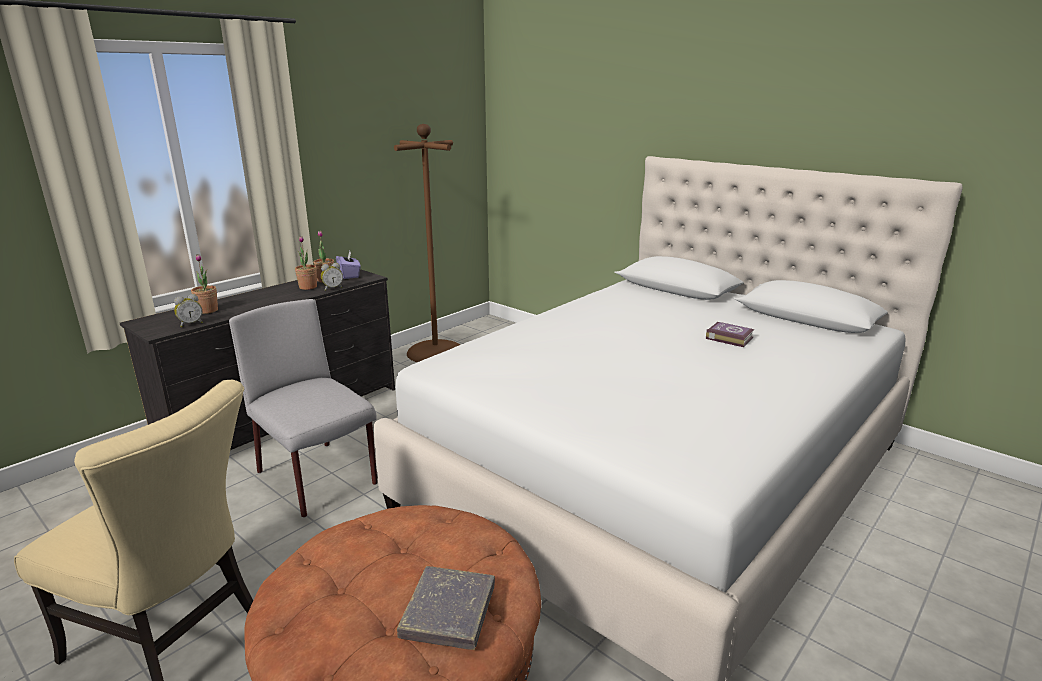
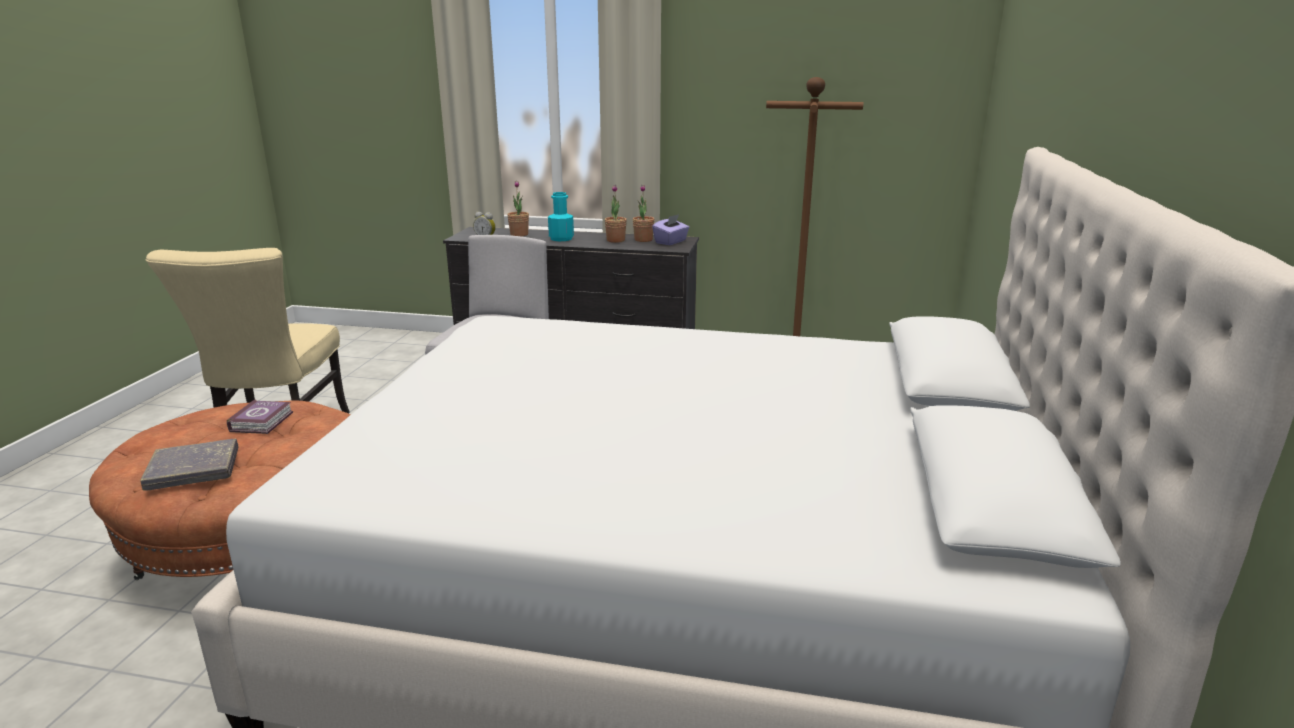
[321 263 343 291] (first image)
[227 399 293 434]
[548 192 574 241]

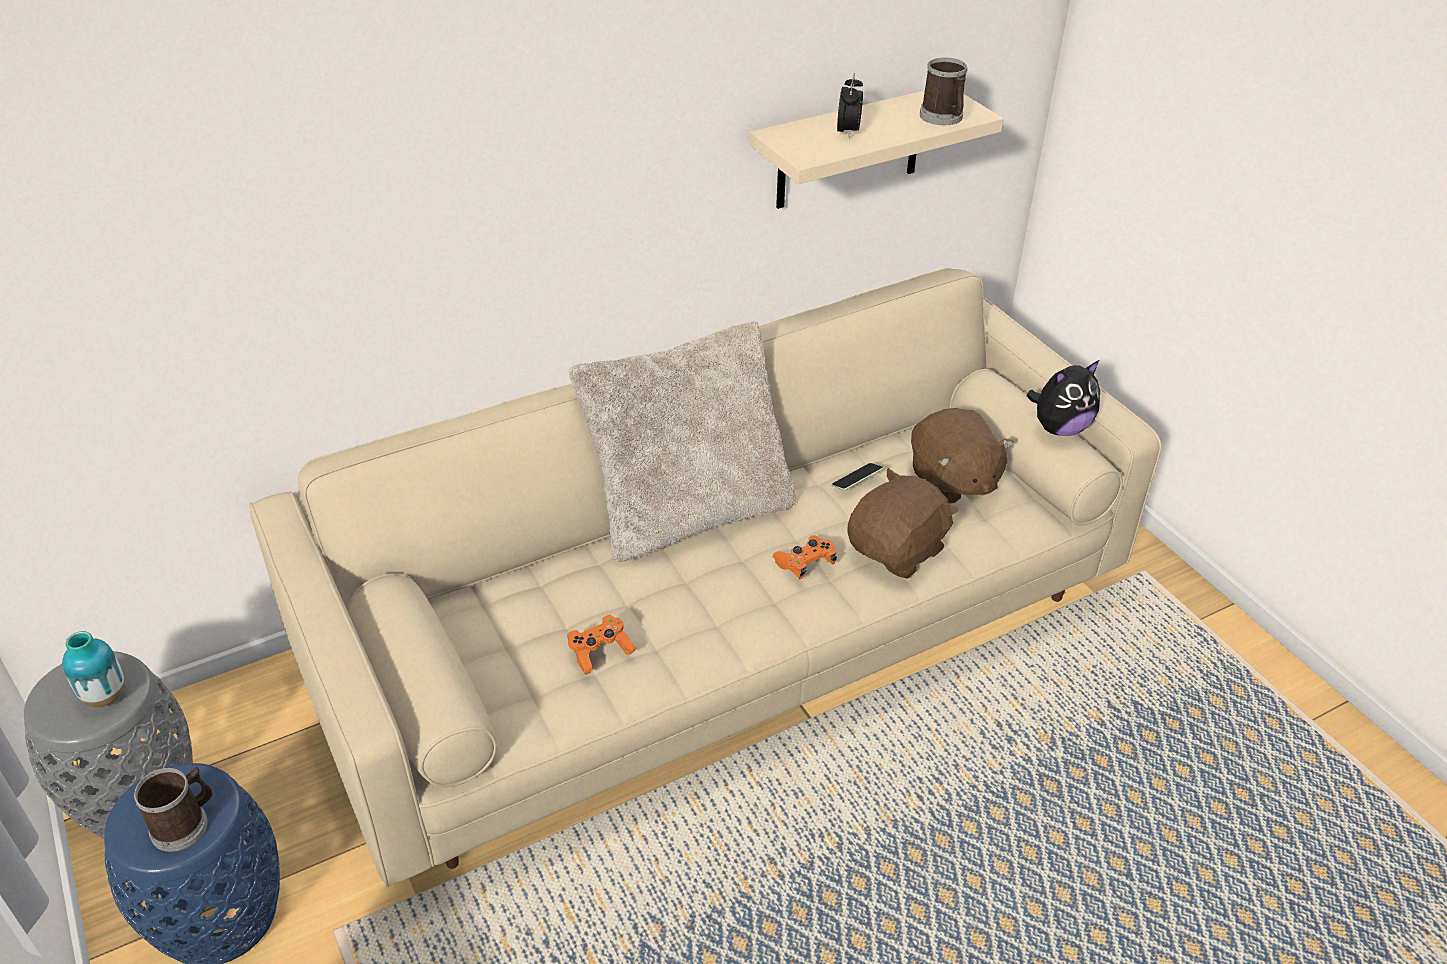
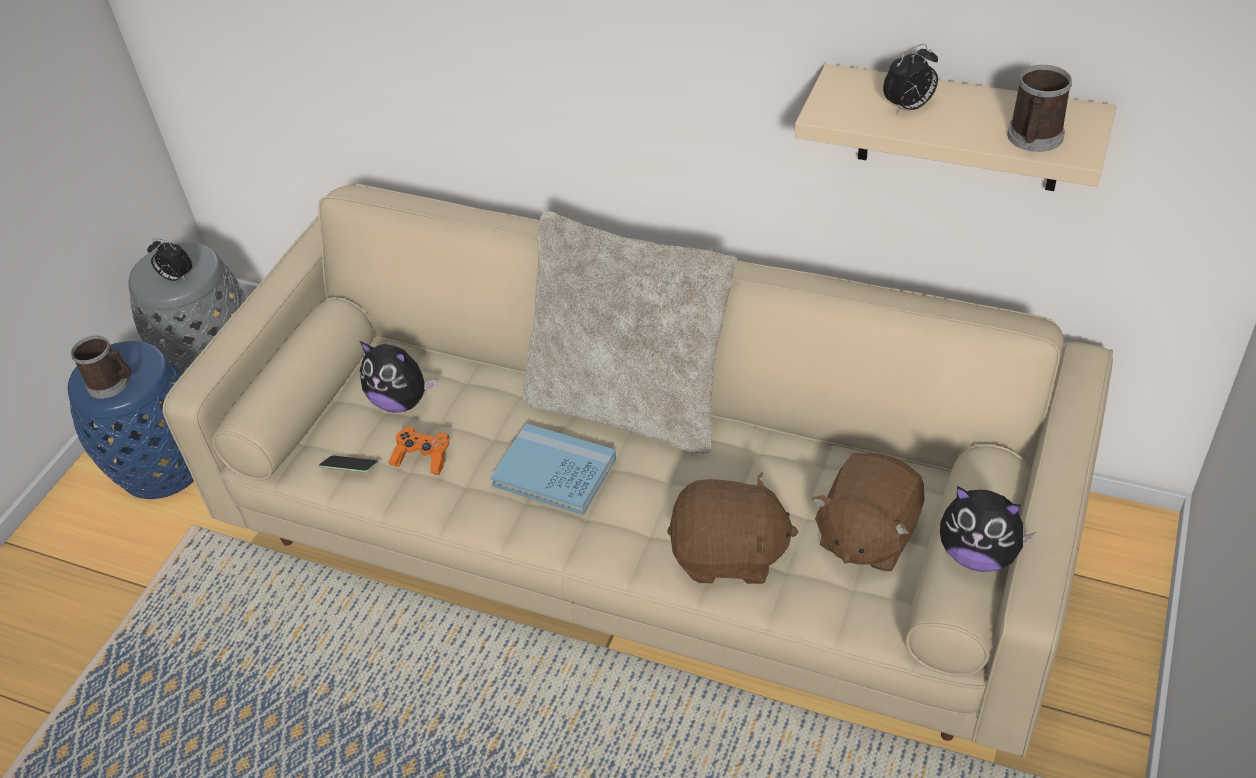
[147 238 192 281]
[773 535 837 580] (first image)
[318 455 379 472]
[360 341 437 413]
[490 424 616 515]

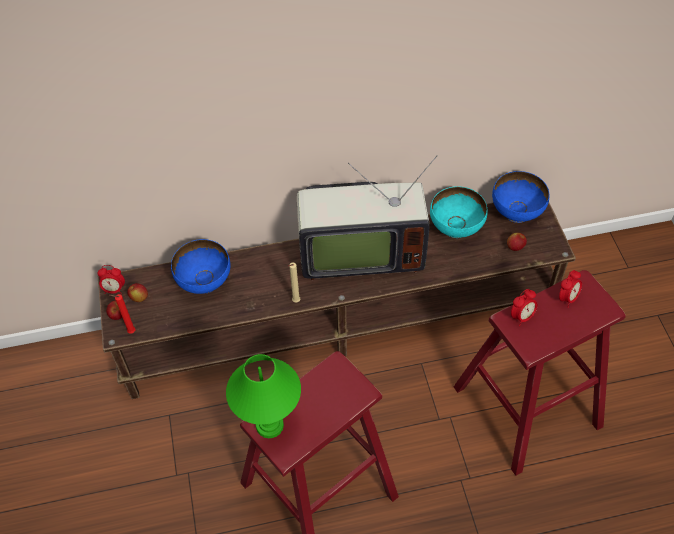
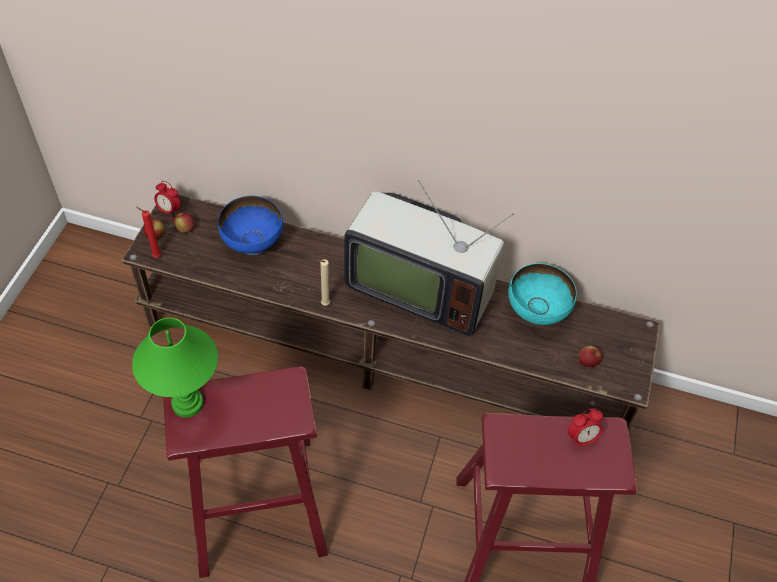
[492 171 550 223] (first image)
[511 289 538 326] (first image)

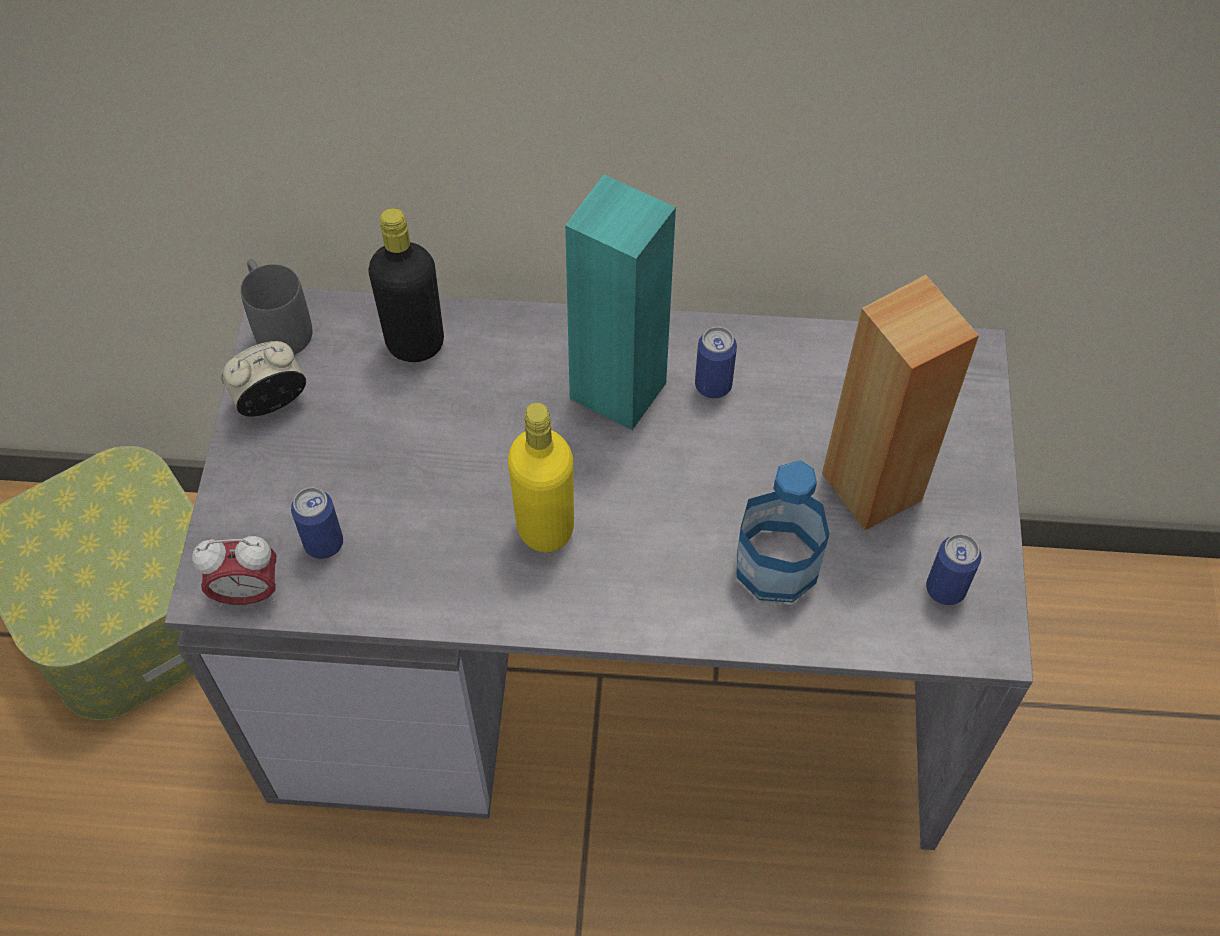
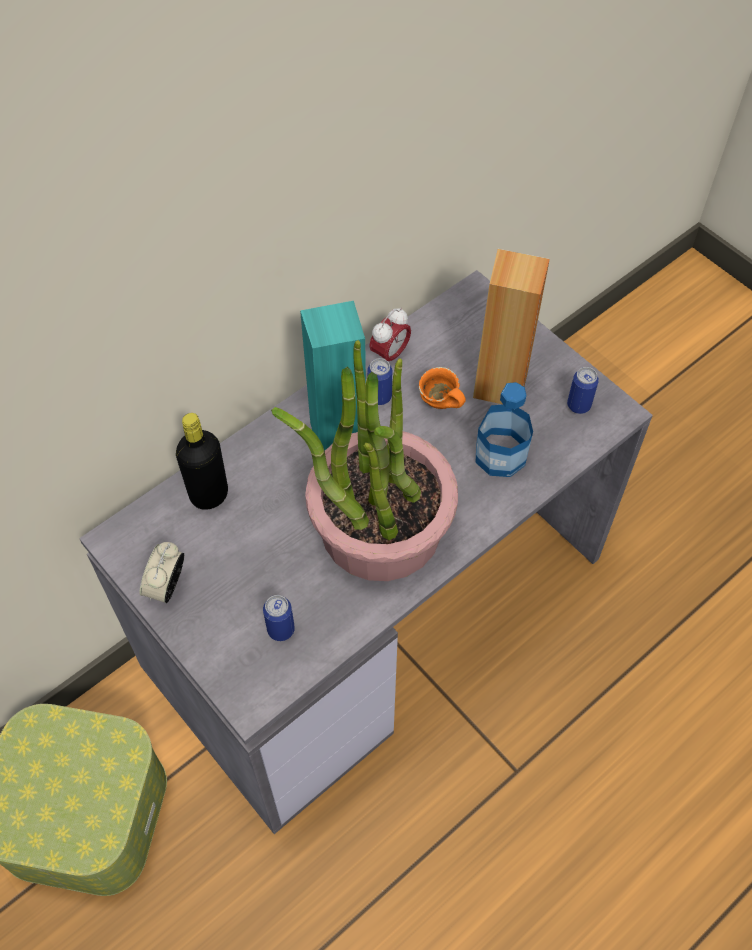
[369 308 411 361]
[240 259 313 355] (first image)
[271 340 458 581]
[419 367 466 409]

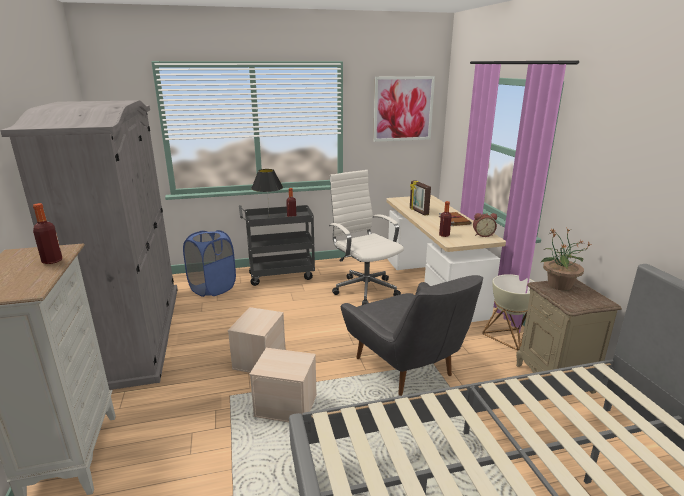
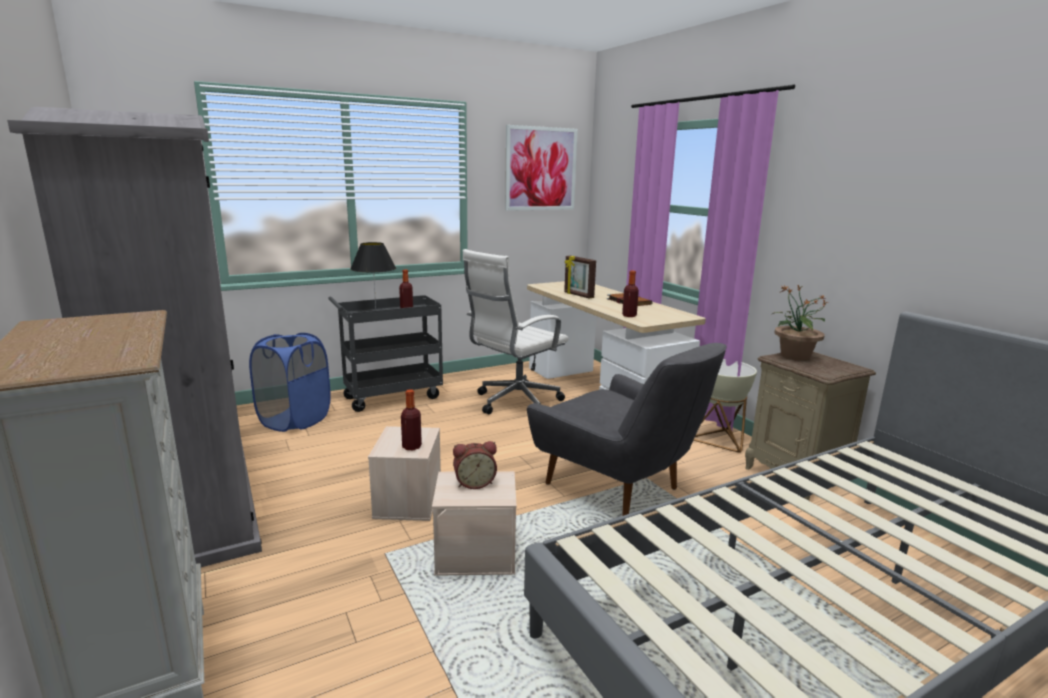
[401 389 422 450]
[463 249 569 414]
[453 441 497 489]

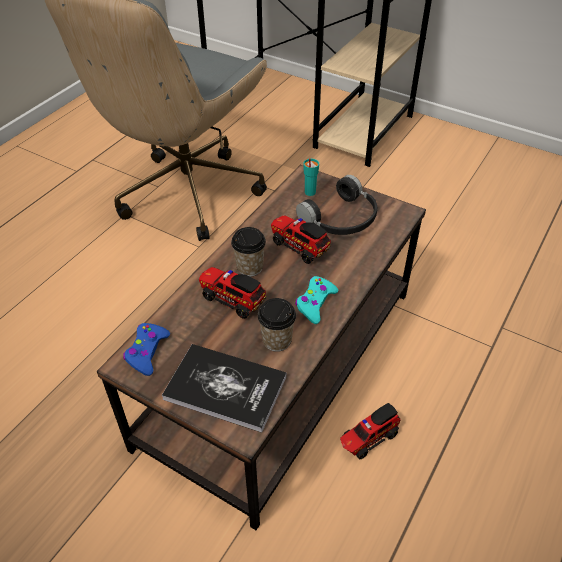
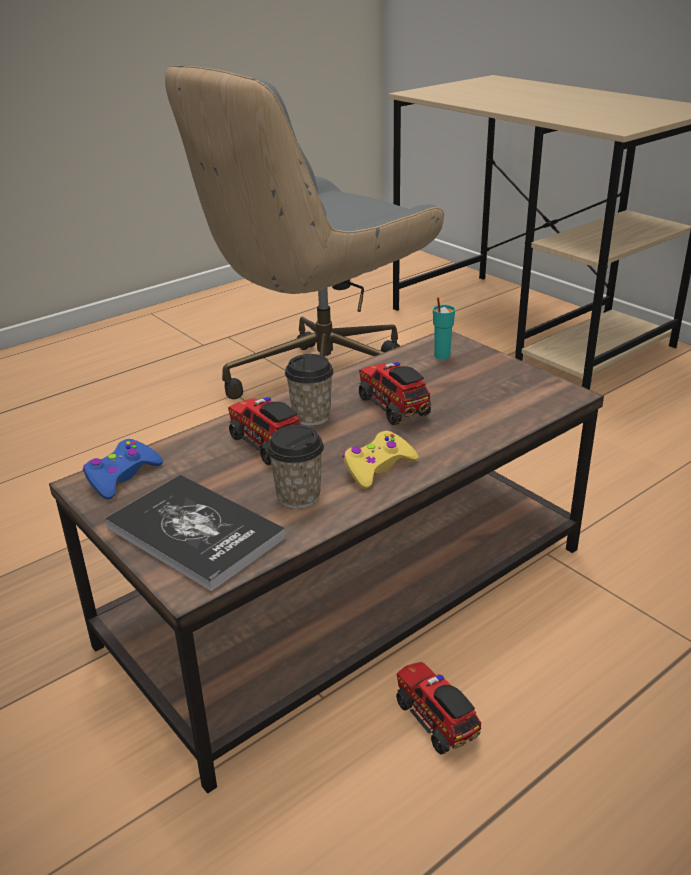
[342 431 418 489]
[296 175 377 235] (first image)
[396 662 481 755]

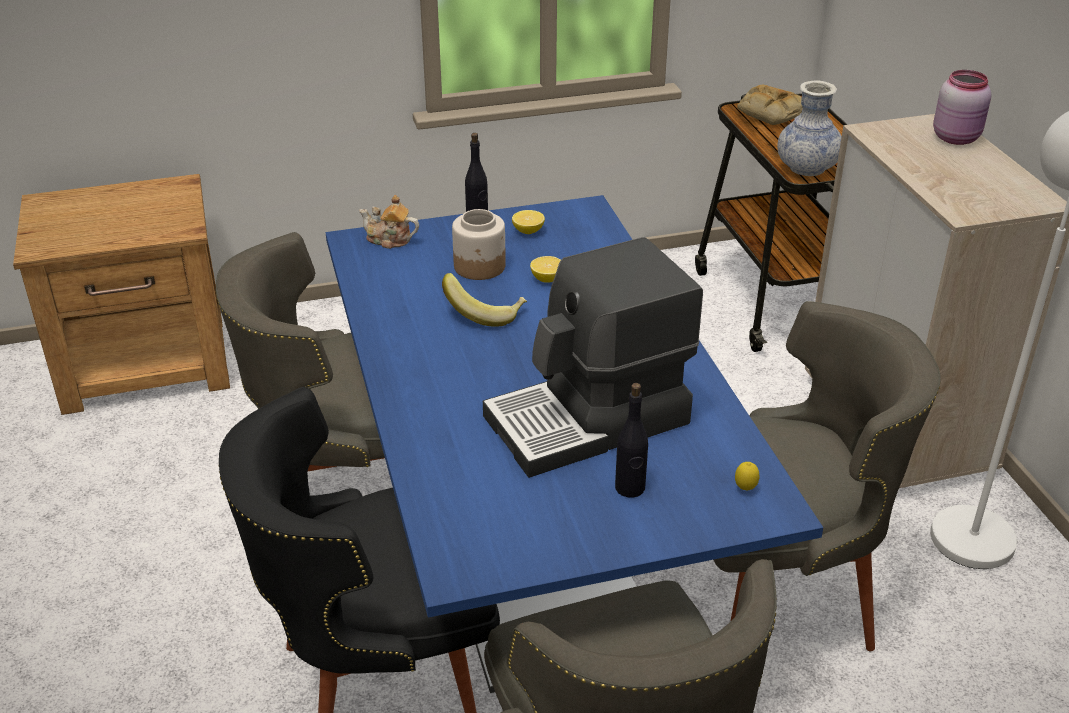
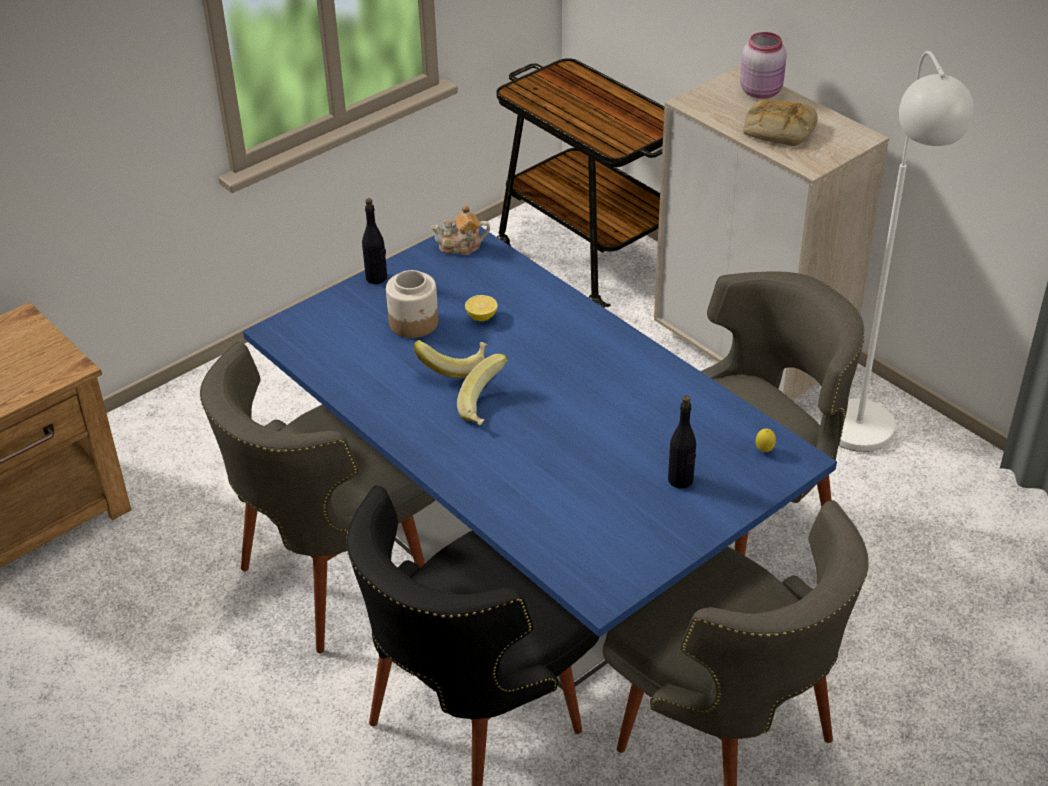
[431 205 490 255]
[483 237 703 478] (first image)
[512 210 545 234] (first image)
[743 100 818 146]
[777 80 842 176] (first image)
[457 354 508 426]

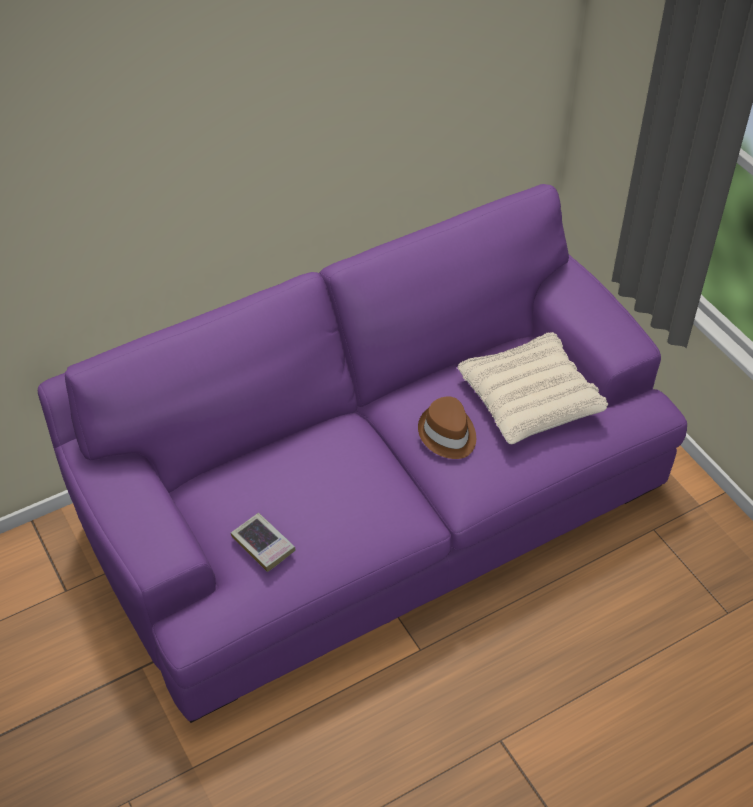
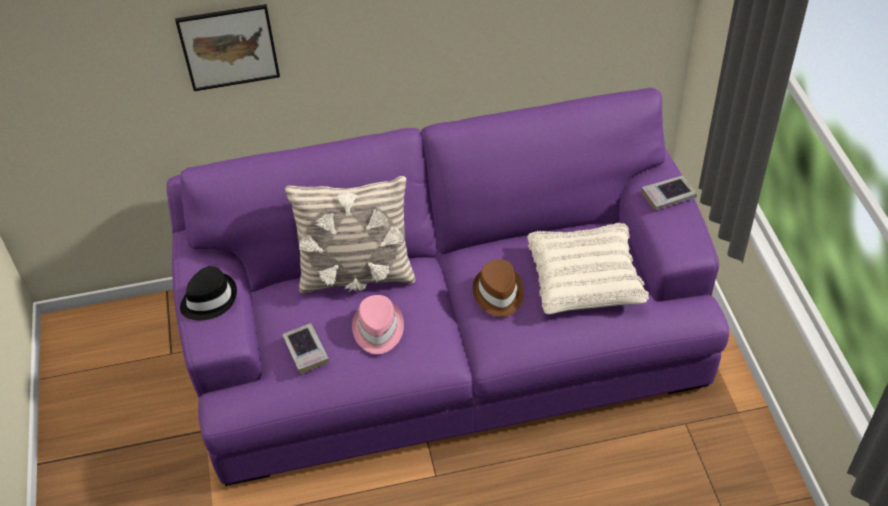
[175 4 280 91]
[180 266 237 320]
[285 176 415 293]
[352 295 404 354]
[641 176 697 210]

